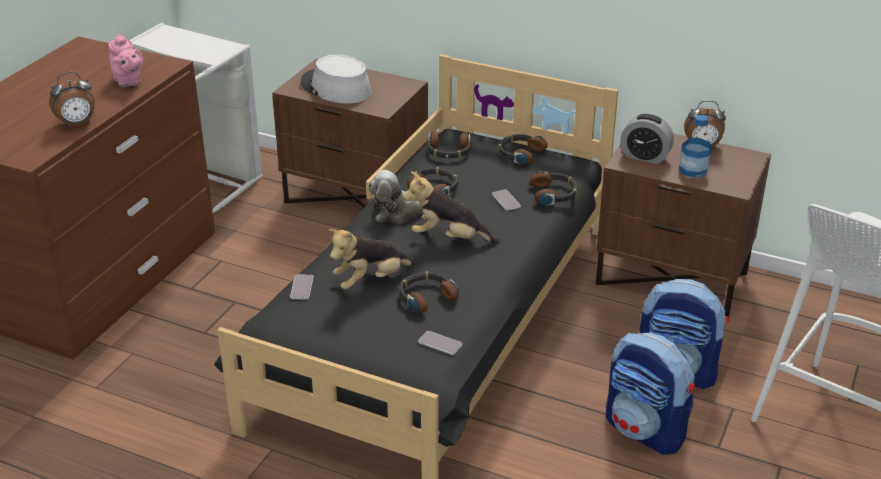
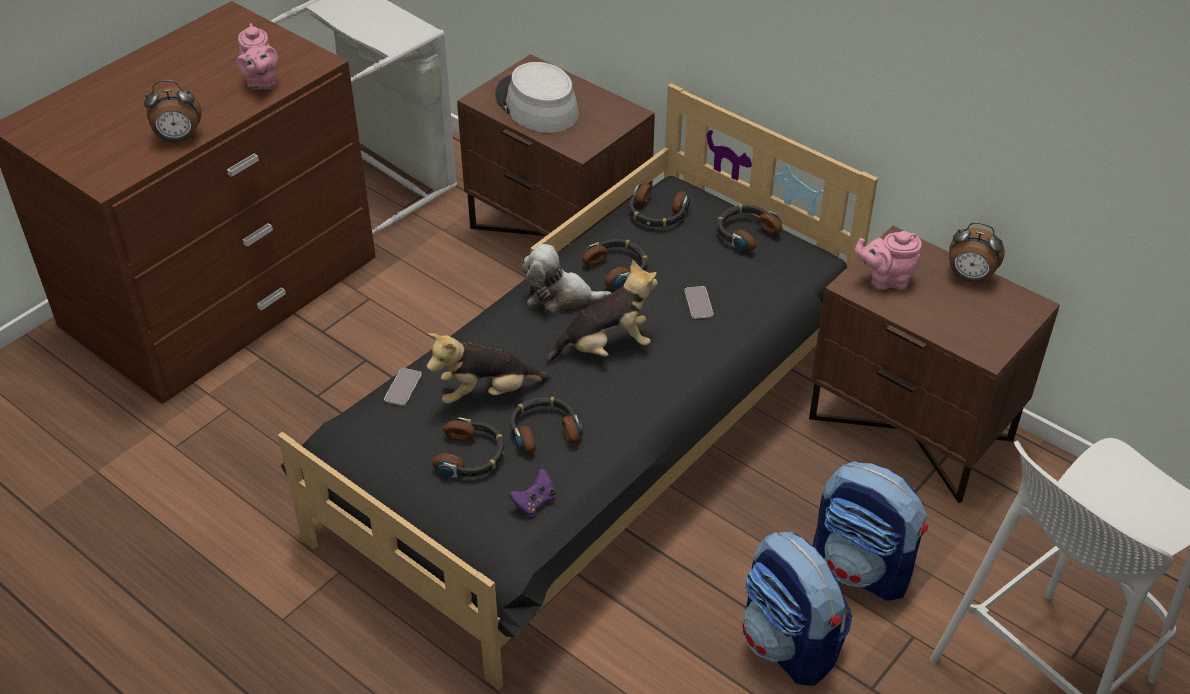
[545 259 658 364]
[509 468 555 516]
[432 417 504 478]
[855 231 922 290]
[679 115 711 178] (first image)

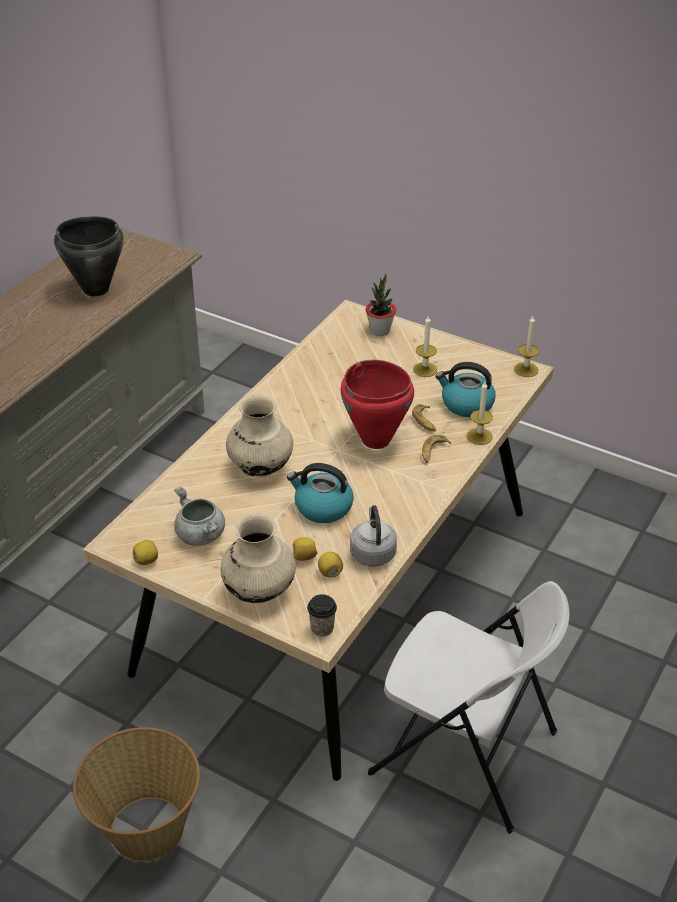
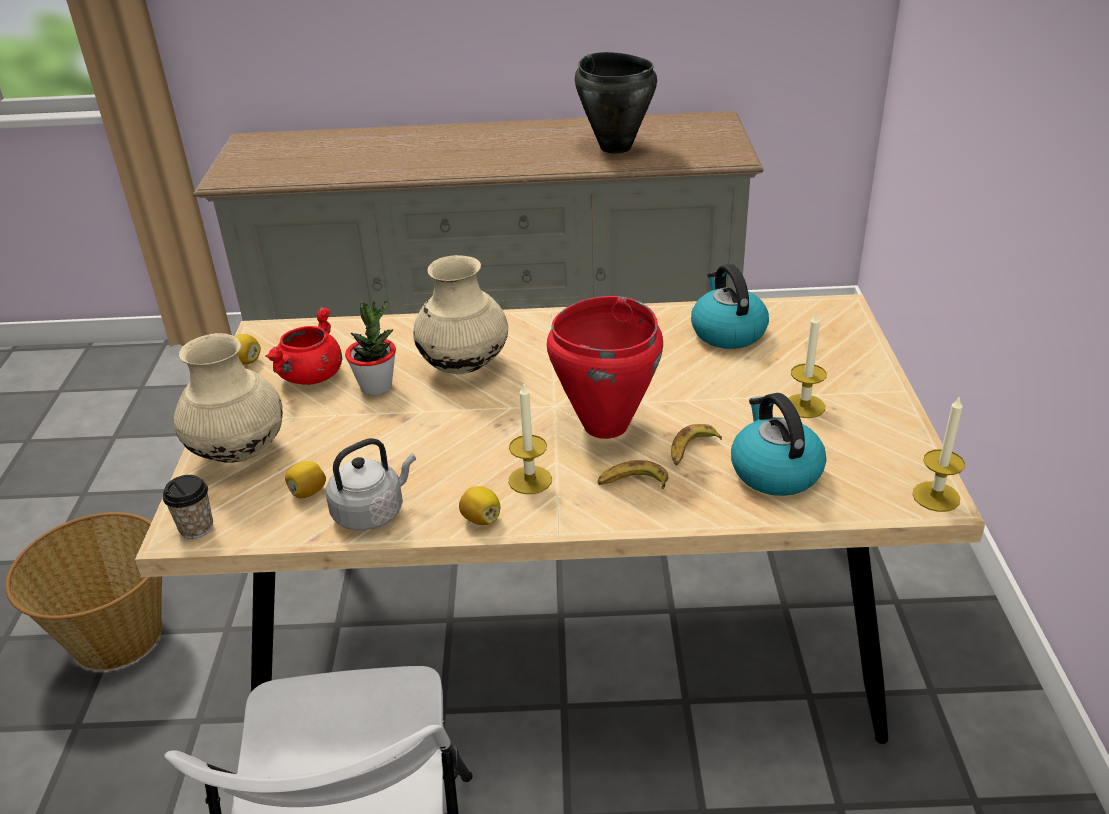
[266 307 342 385]
[691 264 769 349]
[459 486 501 525]
[345 300 396 395]
[508 382 552 494]

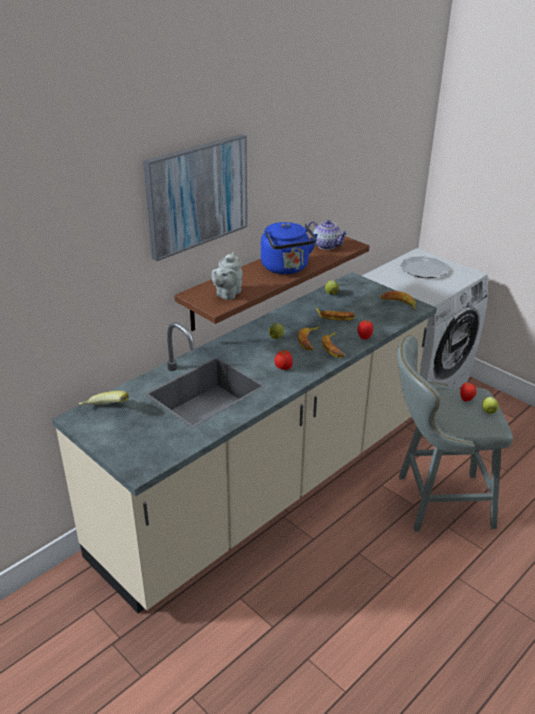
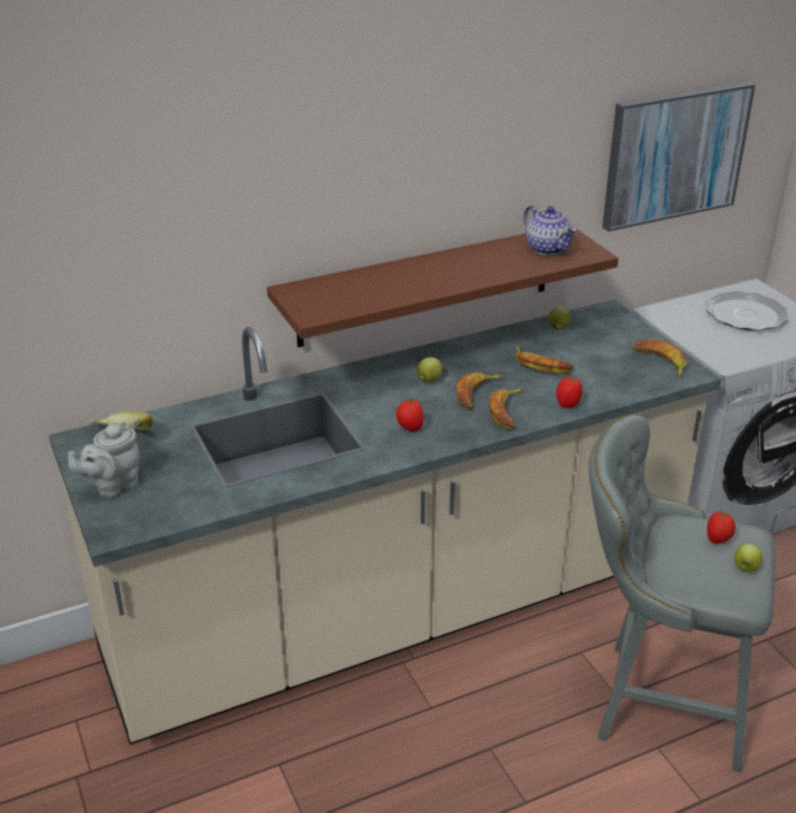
[602 82 755 232]
[68 422 140 498]
[261 222 318 274] (first image)

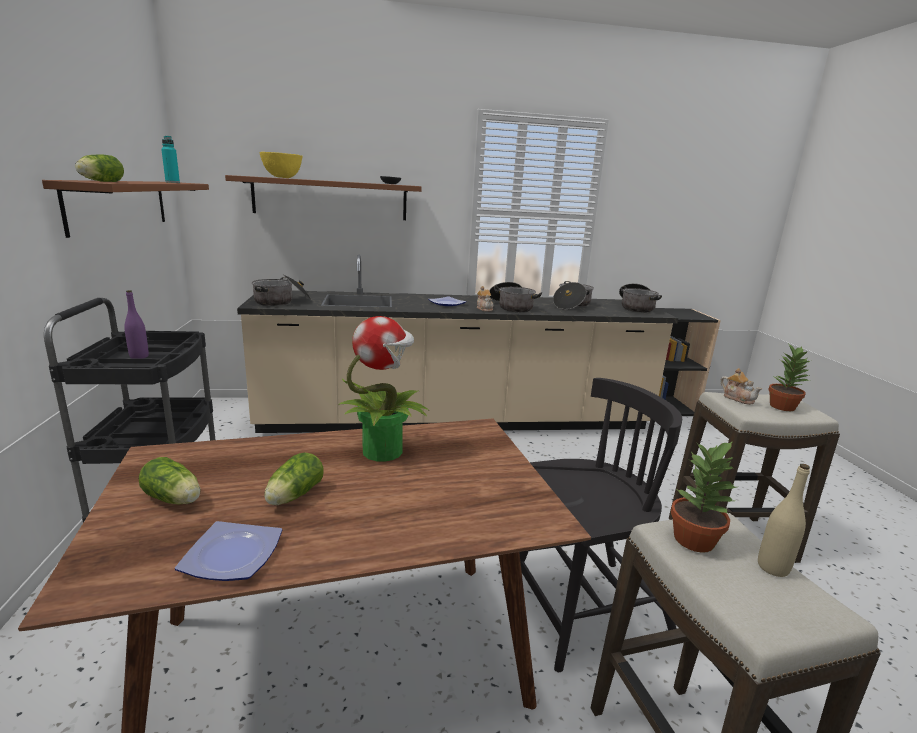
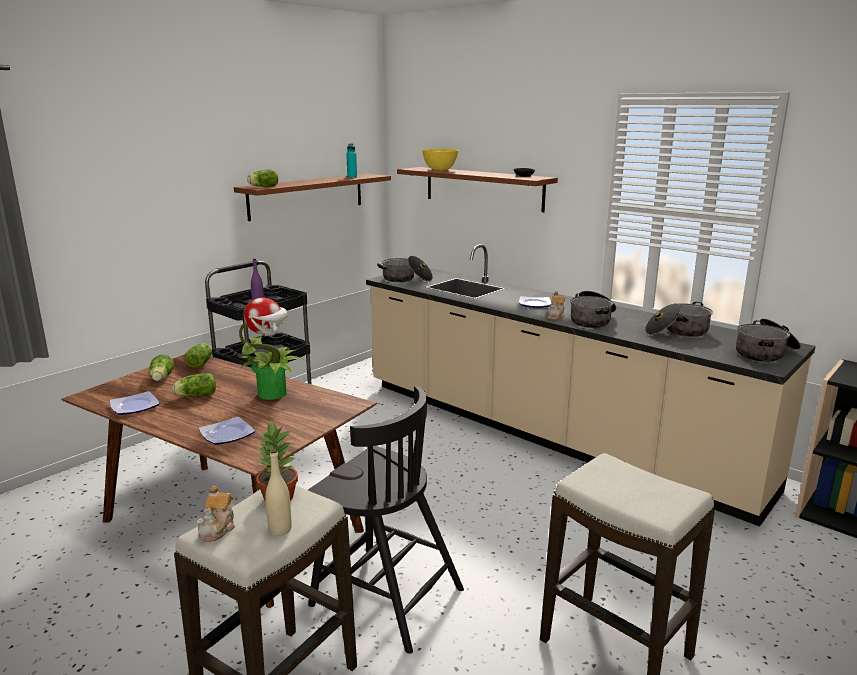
[197 486 235 542]
[768 343 810 411] (first image)
[185 343 212 368]
[199 417 255 445]

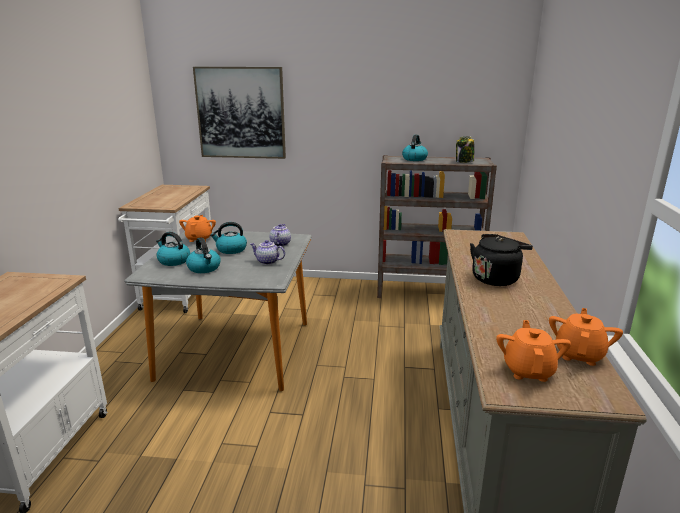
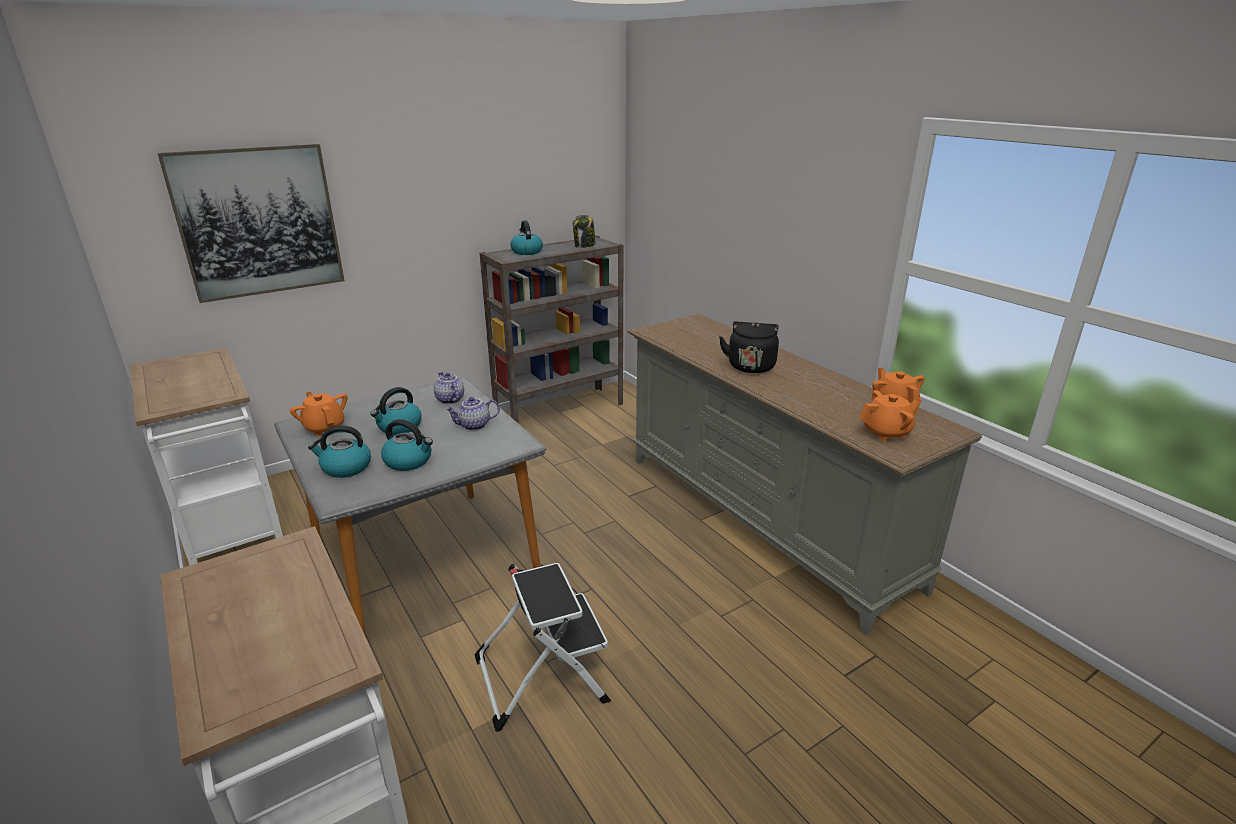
[859 390 922 441]
[475 563 611 732]

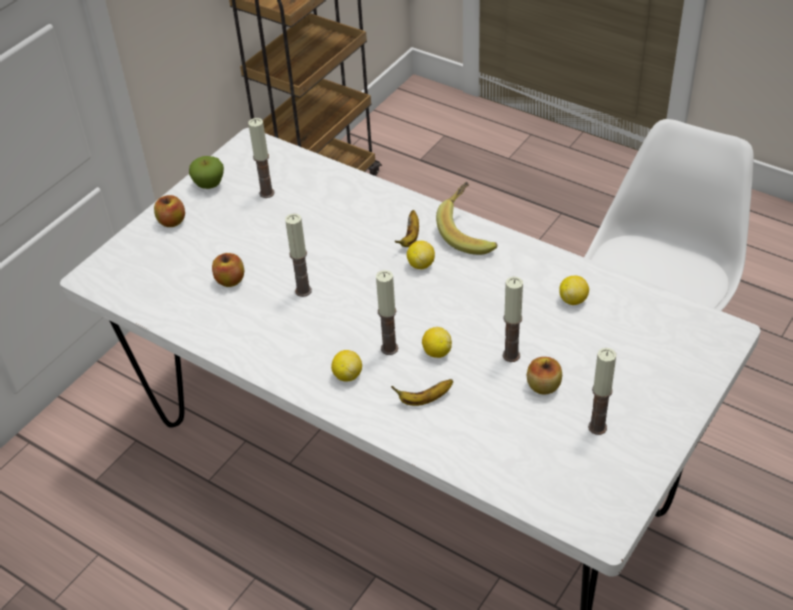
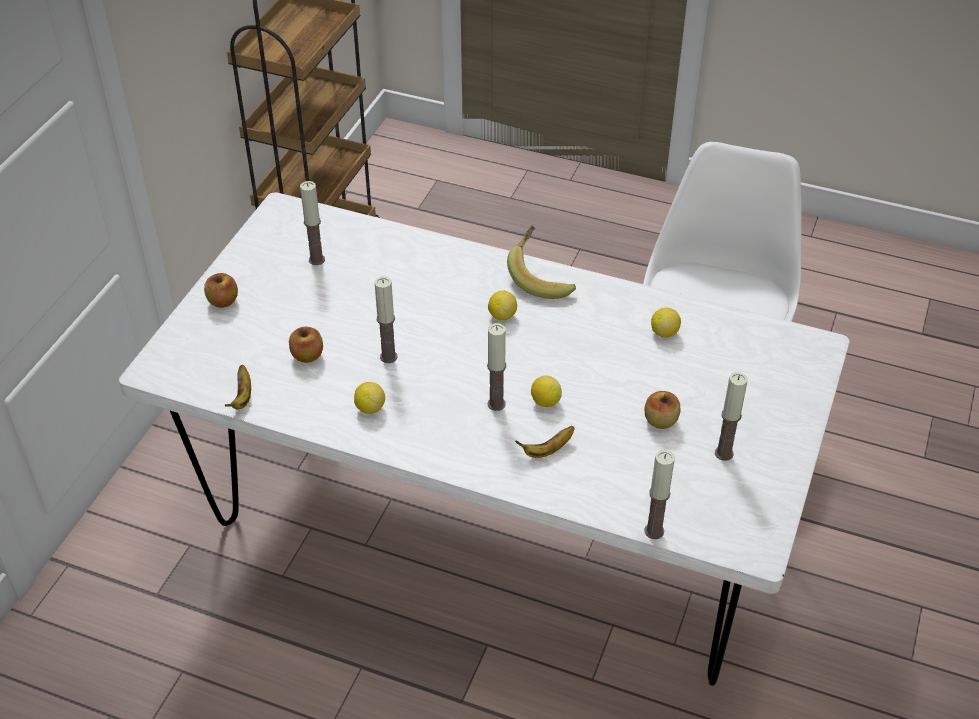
[189 156 224 189] (first image)
[354 382 385 414]
[225 365 251 409]
[645 450 675 539]

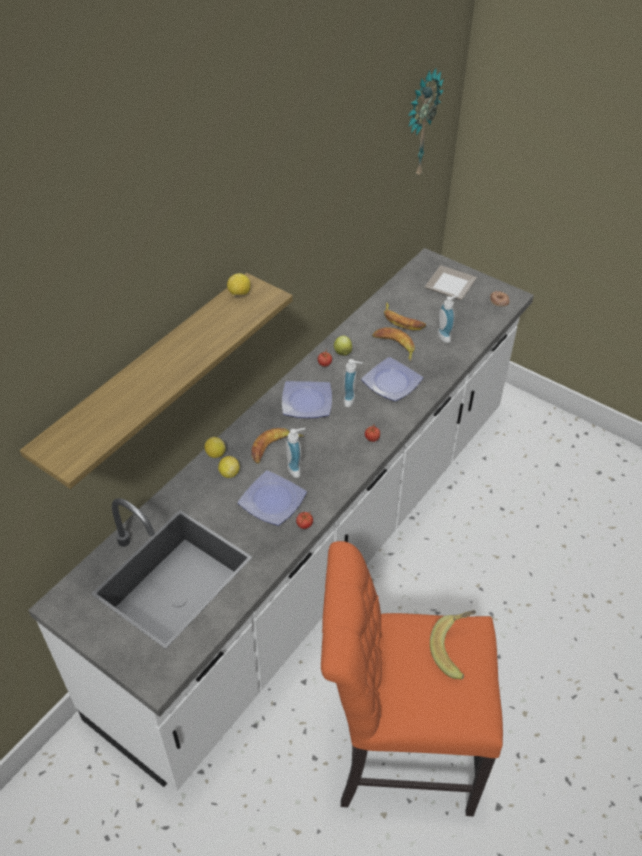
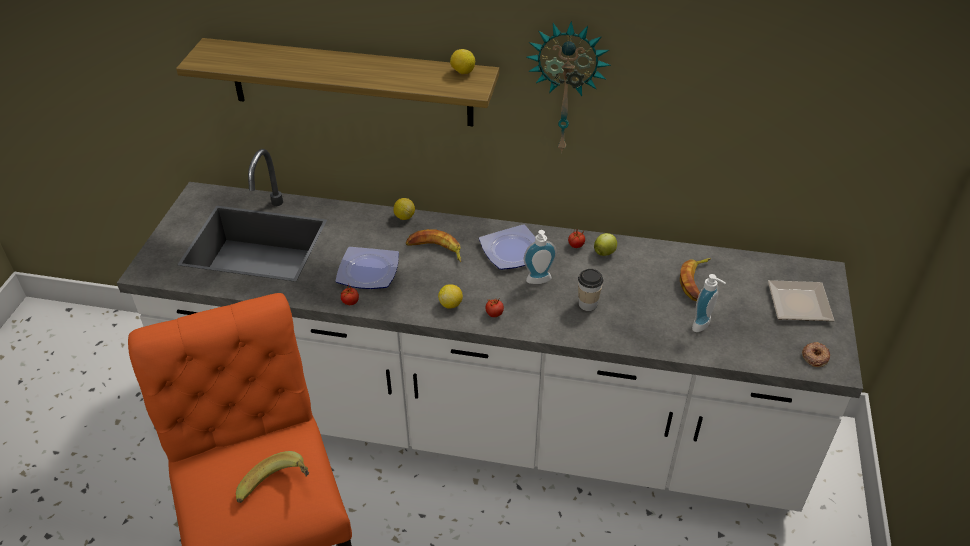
[438 284 463 309]
[286 428 305 478] (first image)
[578 269 604 311]
[372 327 415 361] (first image)
[526 21 611 153]

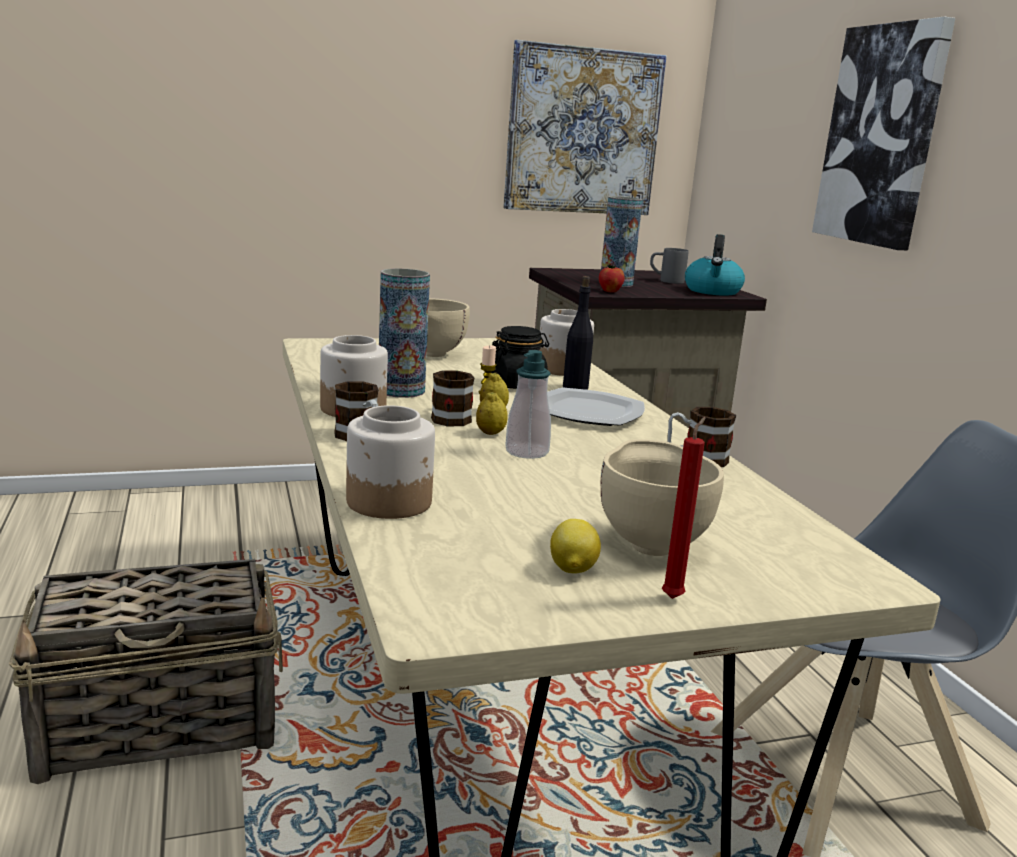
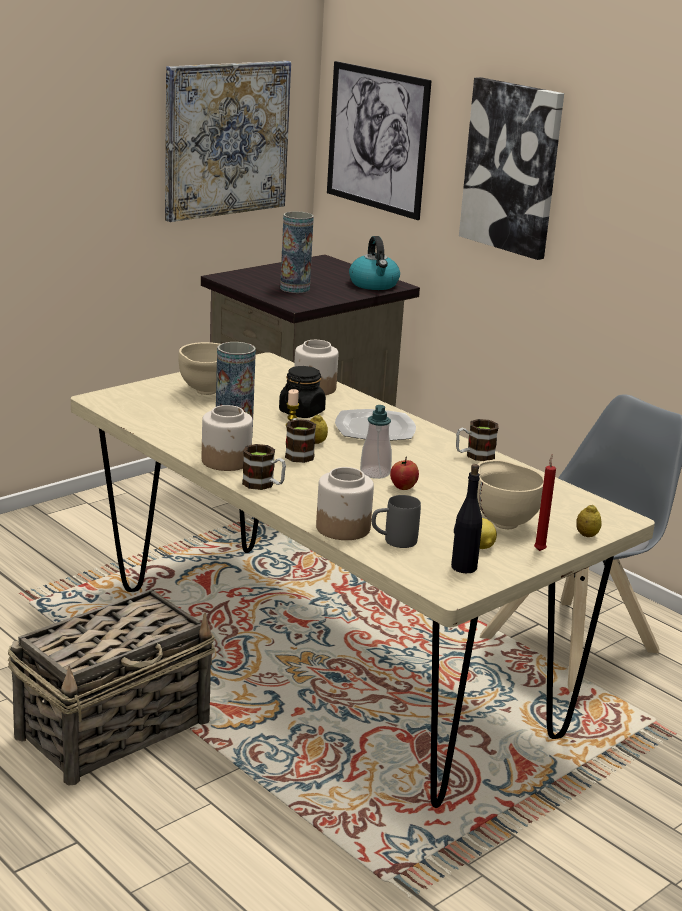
[576 505 602 537]
[451 464 482 573]
[390 457 419 490]
[372 495 421 548]
[327 61 432 220]

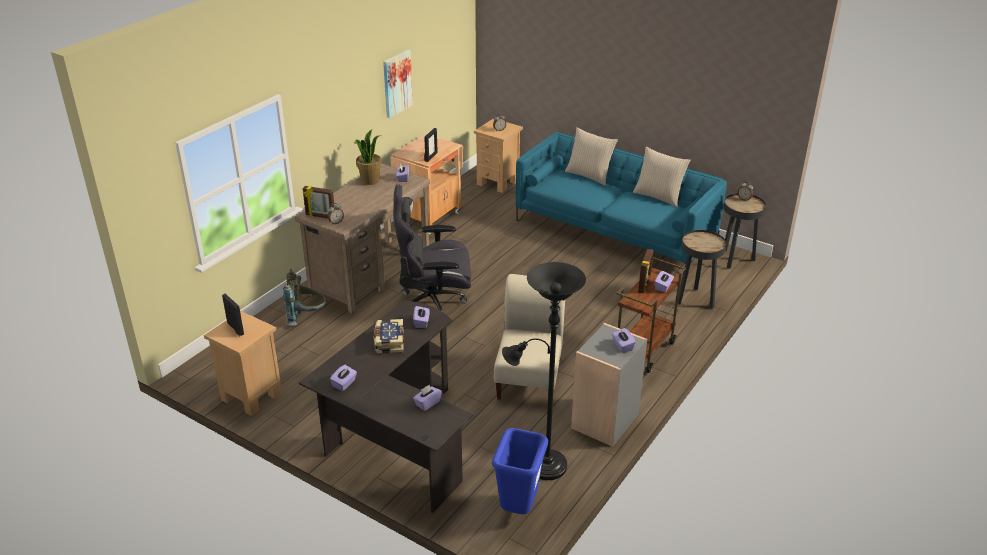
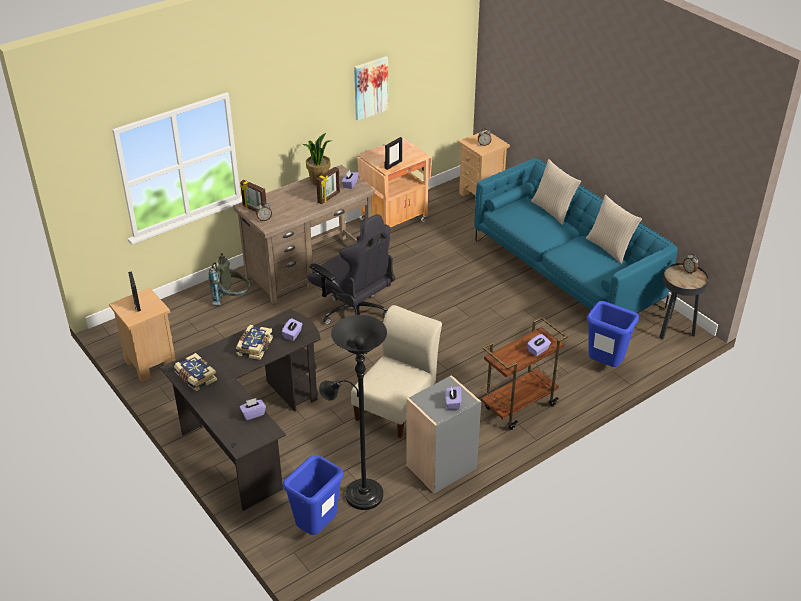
[174 353 217 391]
[307 214 395 324]
[316 167 340 204]
[587 301 639 367]

